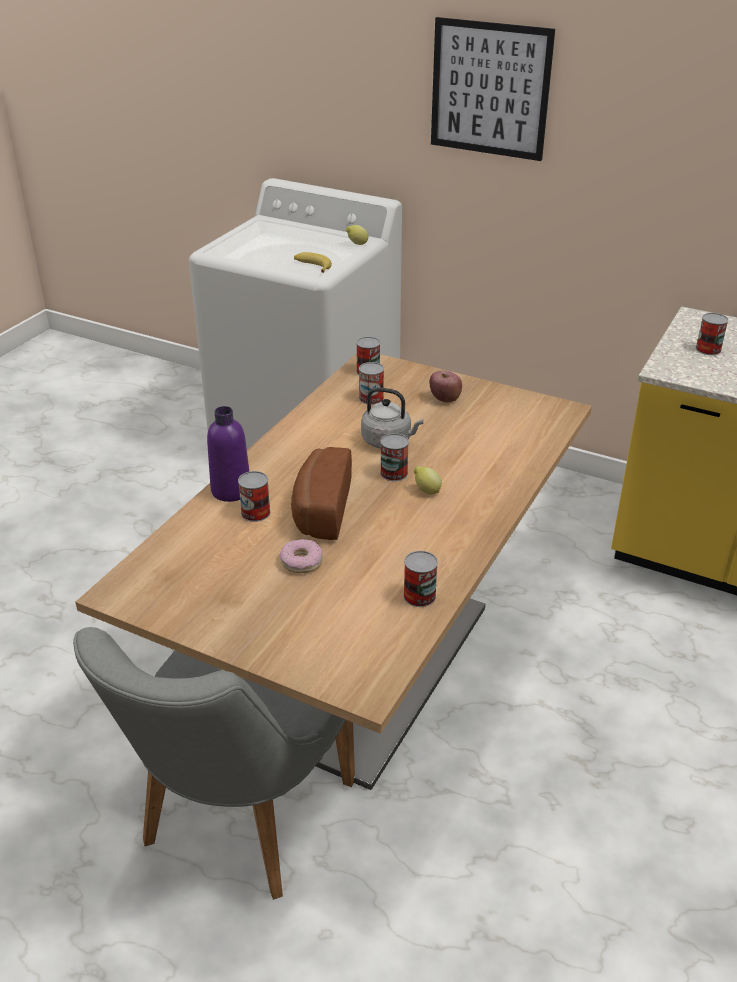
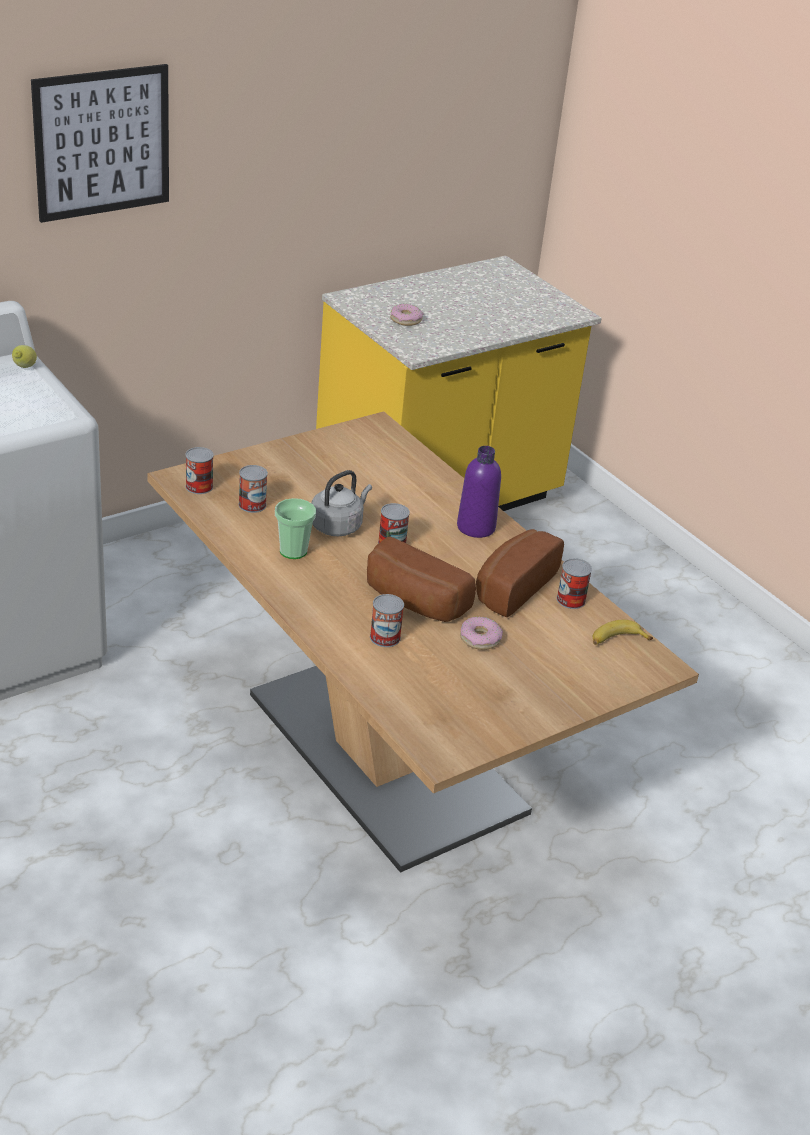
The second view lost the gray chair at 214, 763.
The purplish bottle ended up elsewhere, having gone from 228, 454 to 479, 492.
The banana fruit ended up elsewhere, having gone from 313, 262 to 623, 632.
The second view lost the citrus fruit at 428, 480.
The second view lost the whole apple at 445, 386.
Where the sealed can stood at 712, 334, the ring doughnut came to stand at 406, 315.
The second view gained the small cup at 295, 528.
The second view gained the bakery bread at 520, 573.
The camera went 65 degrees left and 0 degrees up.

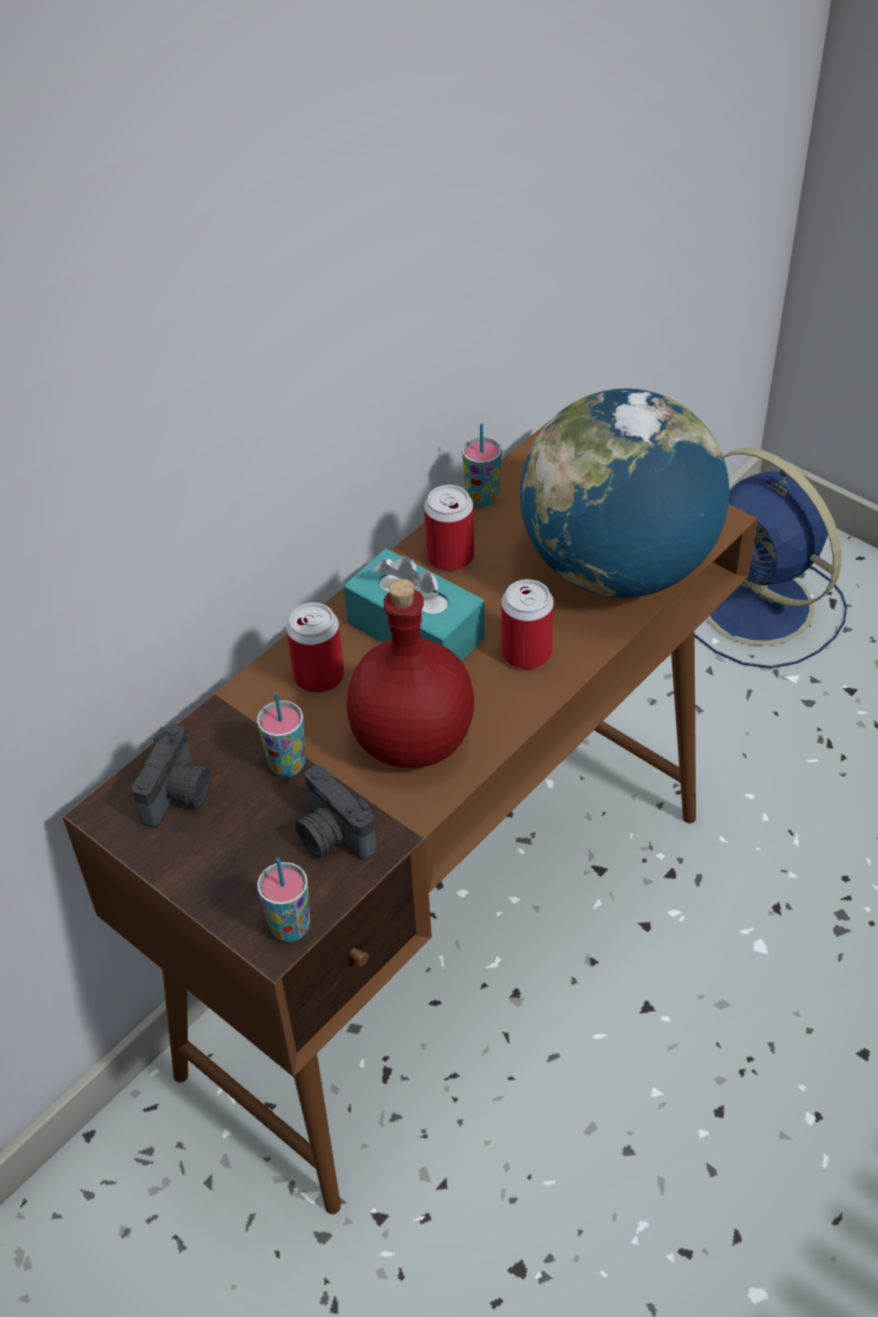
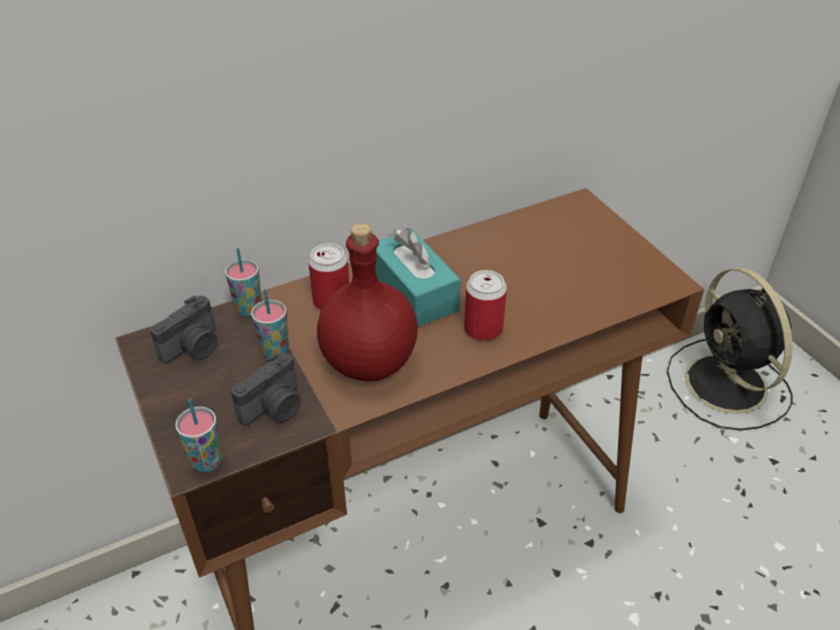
The photo camera at 336, 812 ended up facing another way, 120 degrees counterclockwise from before.
The second view lost the sealed can at 449, 528.
The small cup ended up elsewhere, having gone from 482, 465 to 243, 282.
The second view lost the globe at 624, 493.
What was the blue-coloured fan at 771, 558 turned into the blackish fan at 730, 349.
The camera went 20 degrees right and 5 degrees down.

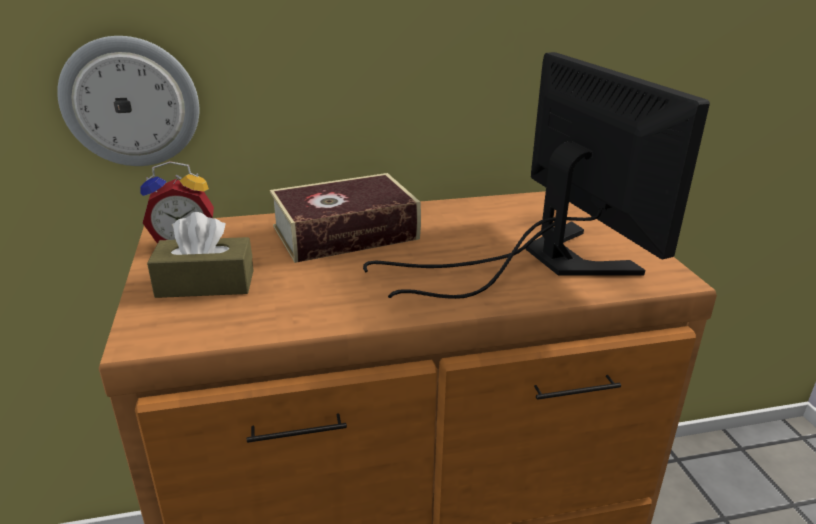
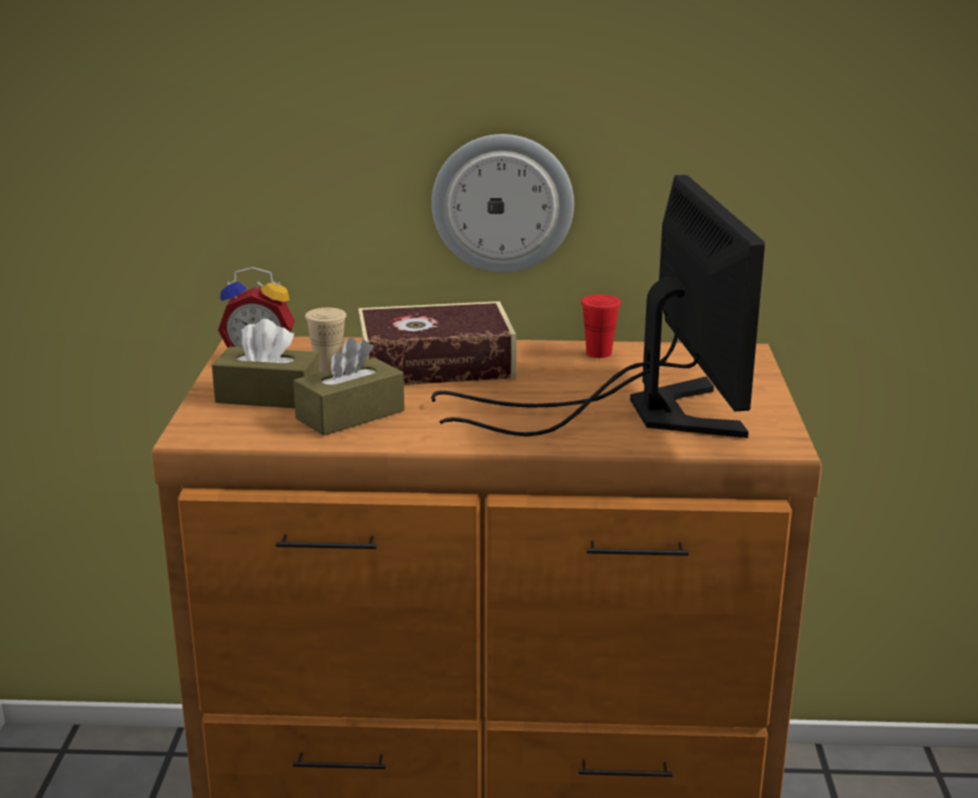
The wall clock ended up elsewhere, having gone from 128, 101 to 502, 203.
The second view gained the brownish tissue holder at 349, 386.
The second view gained the beige-coloured small cup at 326, 340.
The second view gained the red small cup at 601, 326.
The camera went 15 degrees right and 5 degrees down.

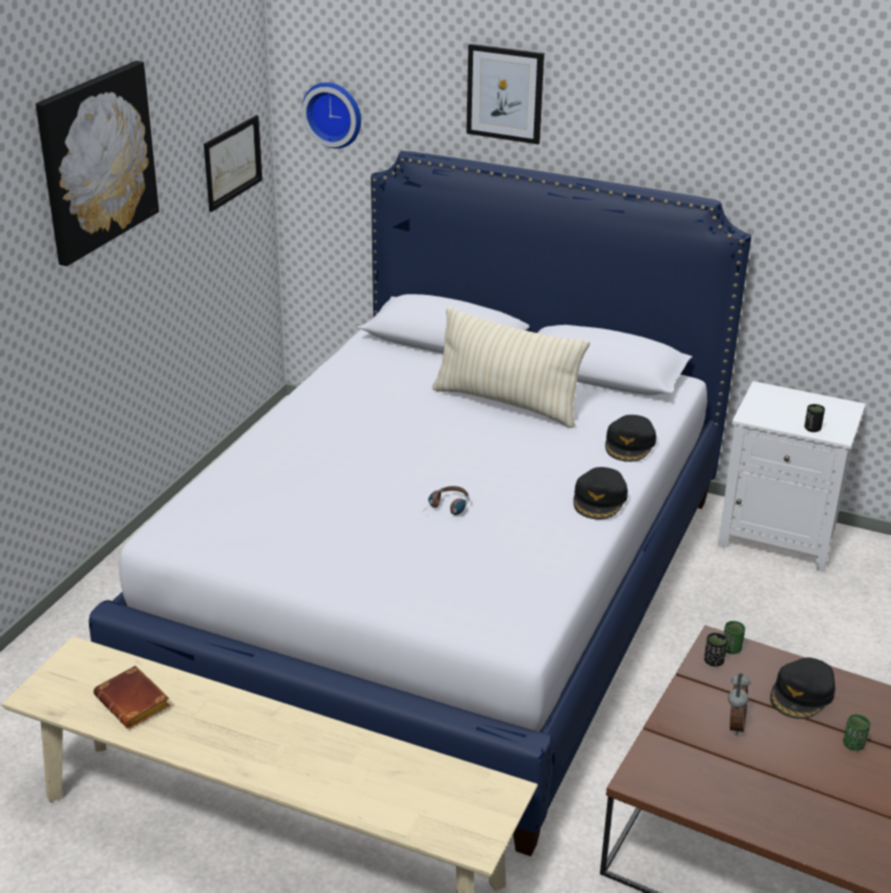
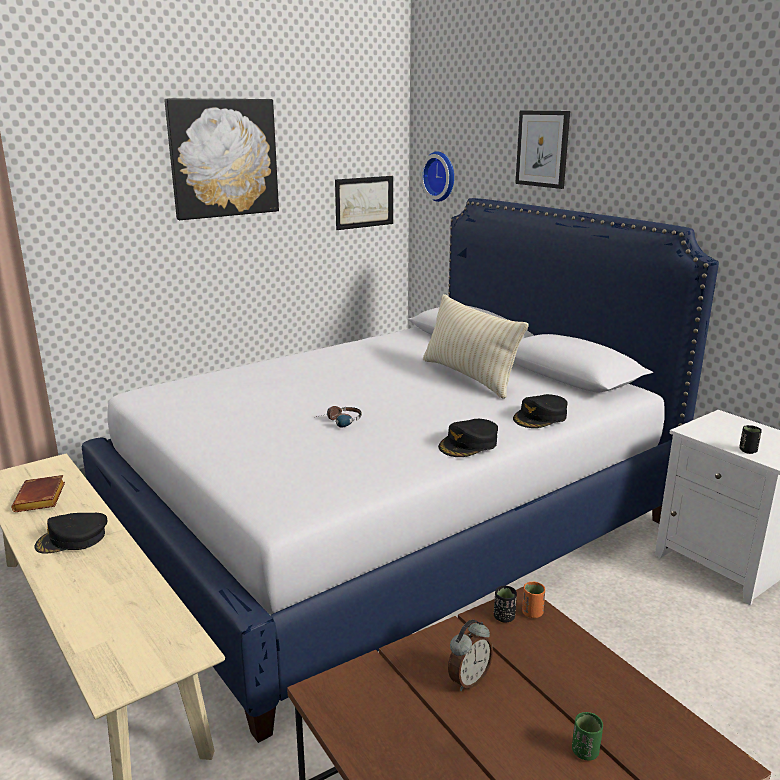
What was the green small cup at 734, 637 turned into the orange small cup at 533, 600.
The blackish baseball cap ended up elsewhere, having gone from 803, 688 to 70, 533.
The camera went 30 degrees right and 10 degrees down.

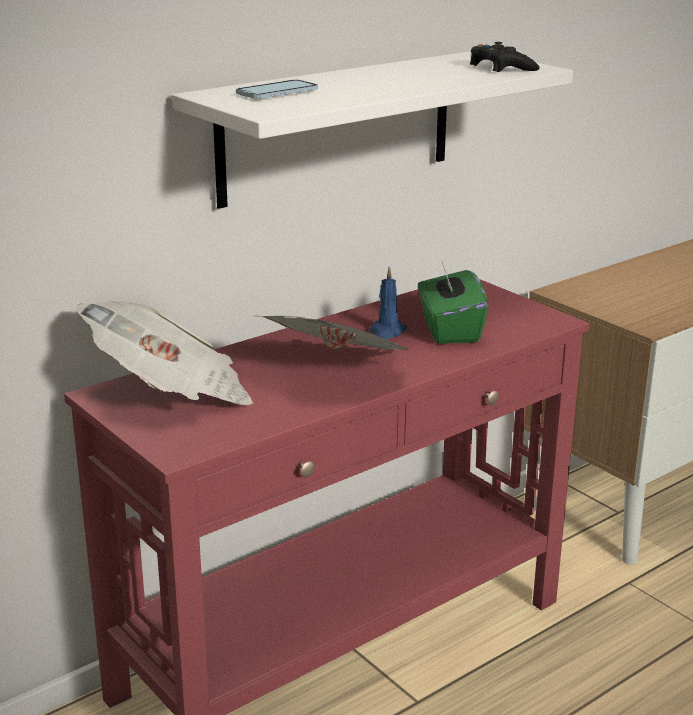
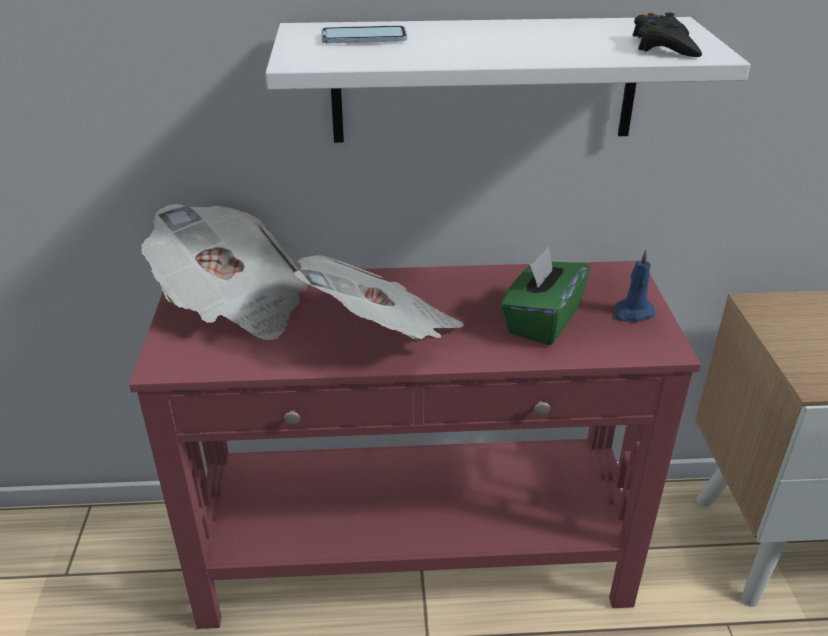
The blue-coloured wax light ended up elsewhere, having gone from 388, 302 to 635, 286.
The camera went 35 degrees right and 10 degrees up.

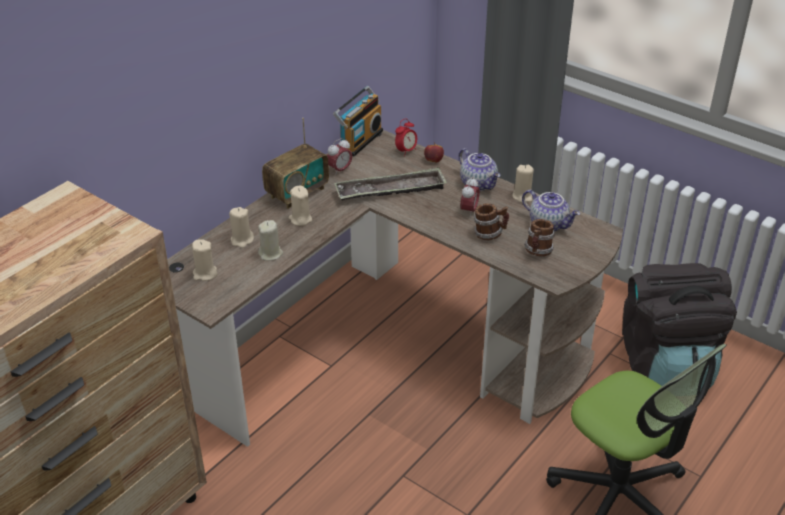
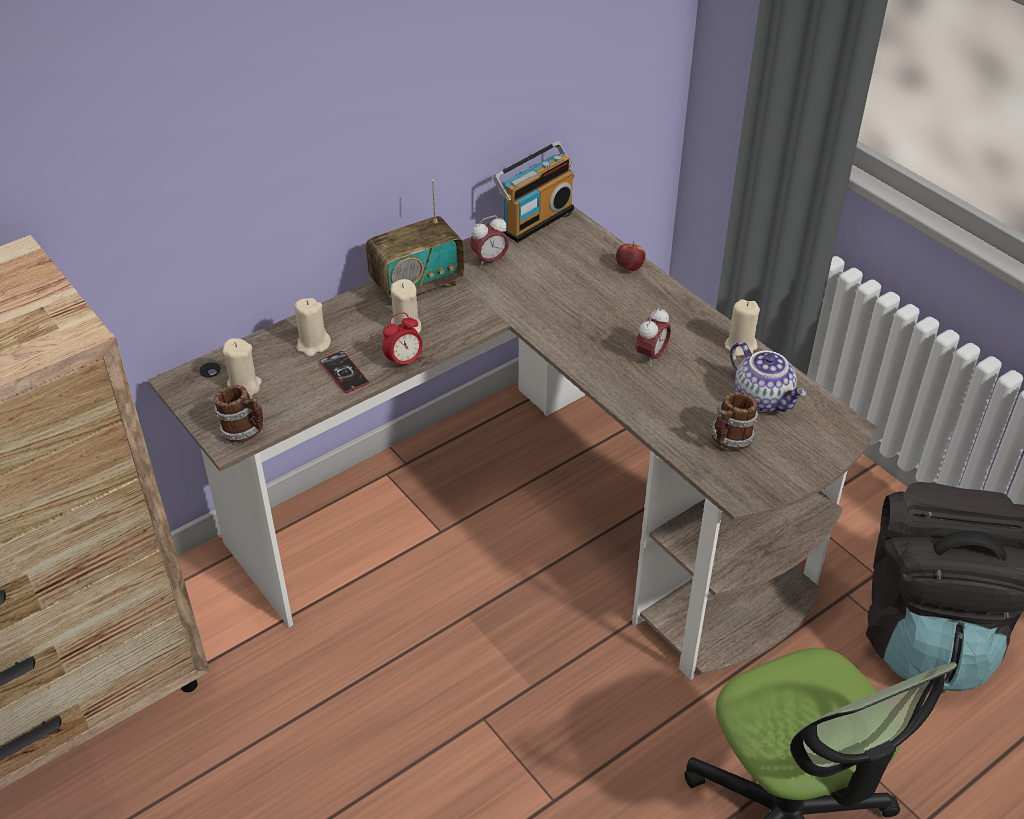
Where the beige-coloured wax light stood at 270, 240, the telephone came to stand at 344, 372.
The second view lost the serving tray at 390, 183.
The table clock ended up elsewhere, having gone from 406, 137 to 402, 341.
The second view lost the tea pot at 480, 169.
The tea mug ended up elsewhere, having gone from 491, 221 to 239, 414.
The camera went 15 degrees right and 5 degrees up.

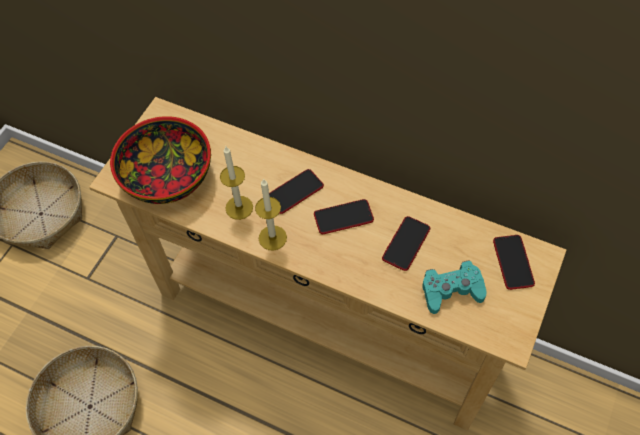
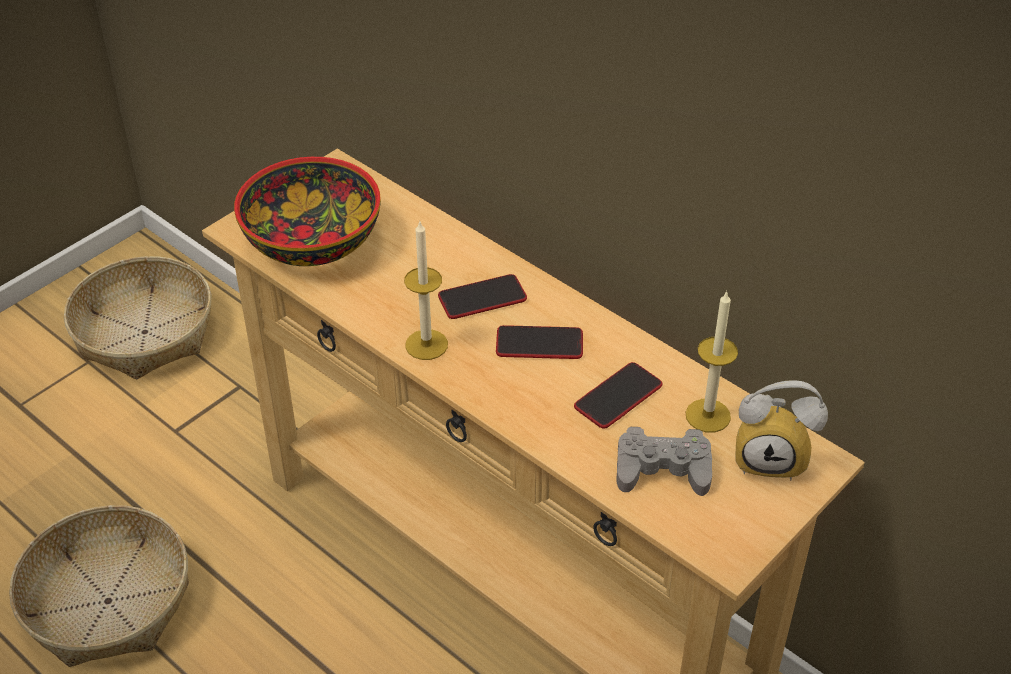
The wax light ended up elsewhere, having gone from 236, 183 to 712, 361.
What was the turquoise-coloured joypad at 454, 287 turned into the gray joypad at 664, 461.
Where the telephone stood at 514, 262, the table clock came to stand at 782, 430.
The camera went 15 degrees right and 15 degrees down.

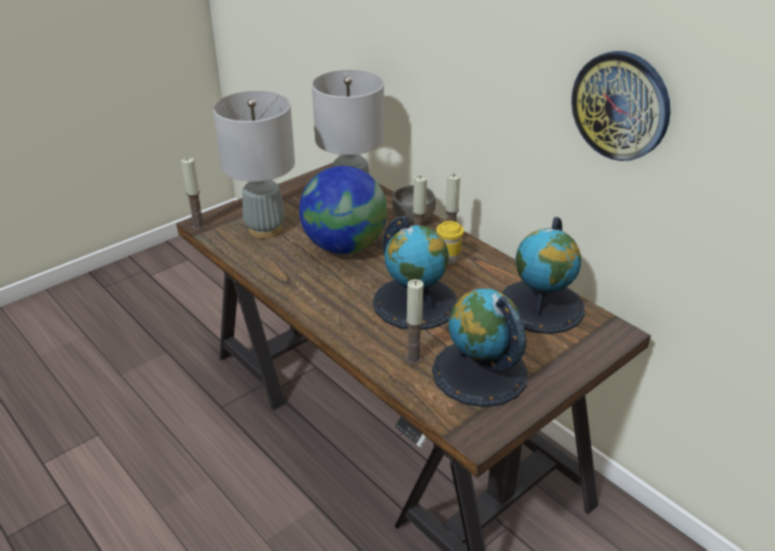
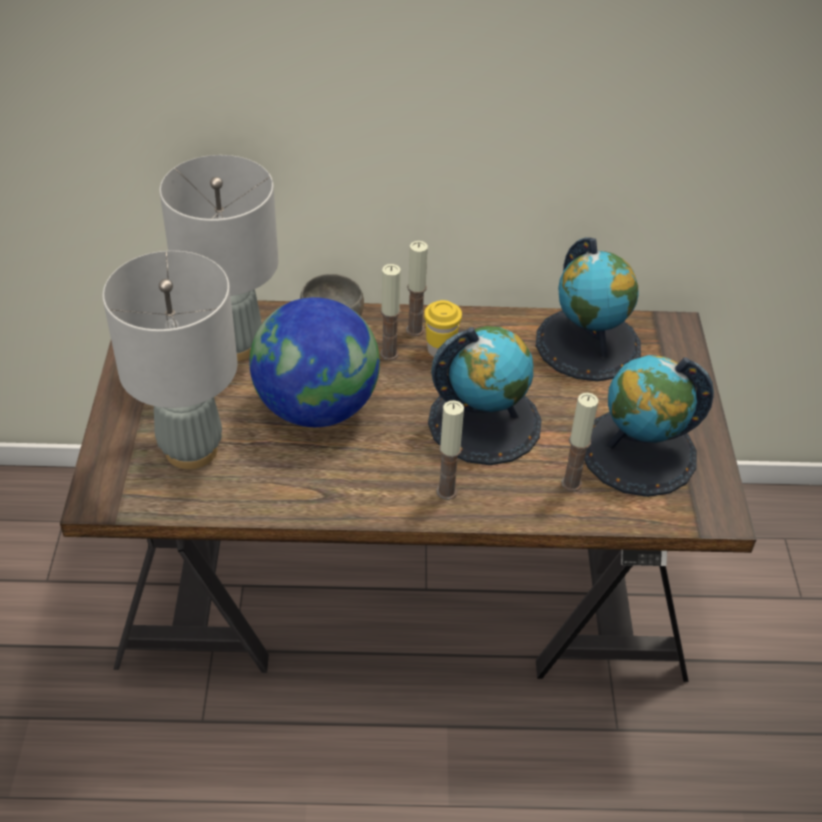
The wax light ended up elsewhere, having gone from 193, 193 to 450, 450.
The second view lost the wall clock at 621, 106.
The camera went 50 degrees left and 10 degrees up.

